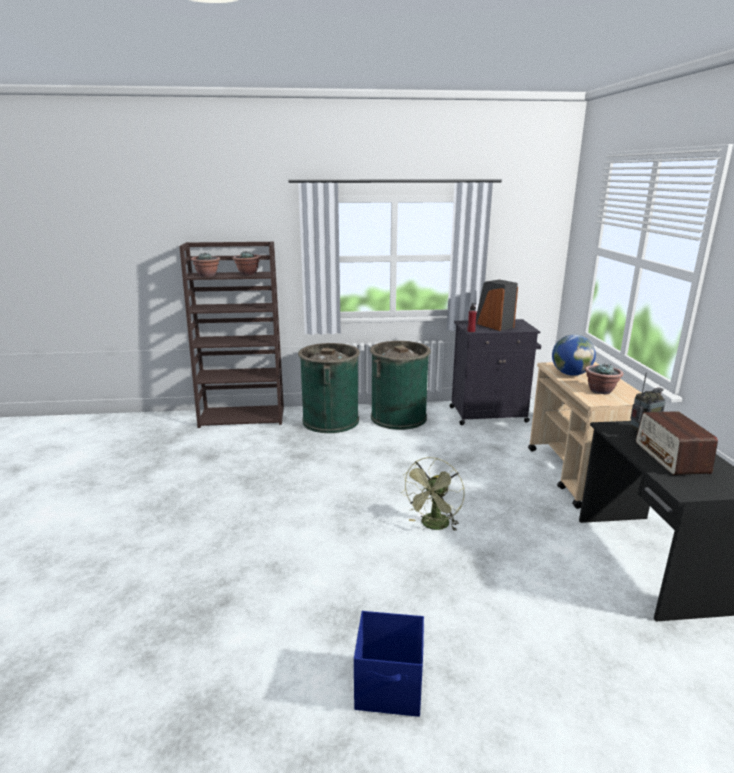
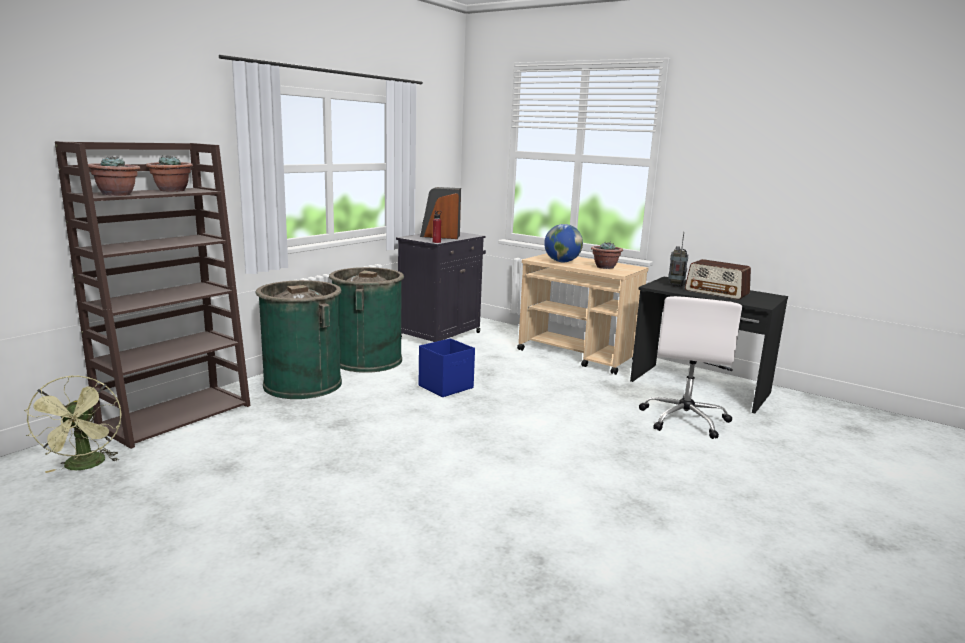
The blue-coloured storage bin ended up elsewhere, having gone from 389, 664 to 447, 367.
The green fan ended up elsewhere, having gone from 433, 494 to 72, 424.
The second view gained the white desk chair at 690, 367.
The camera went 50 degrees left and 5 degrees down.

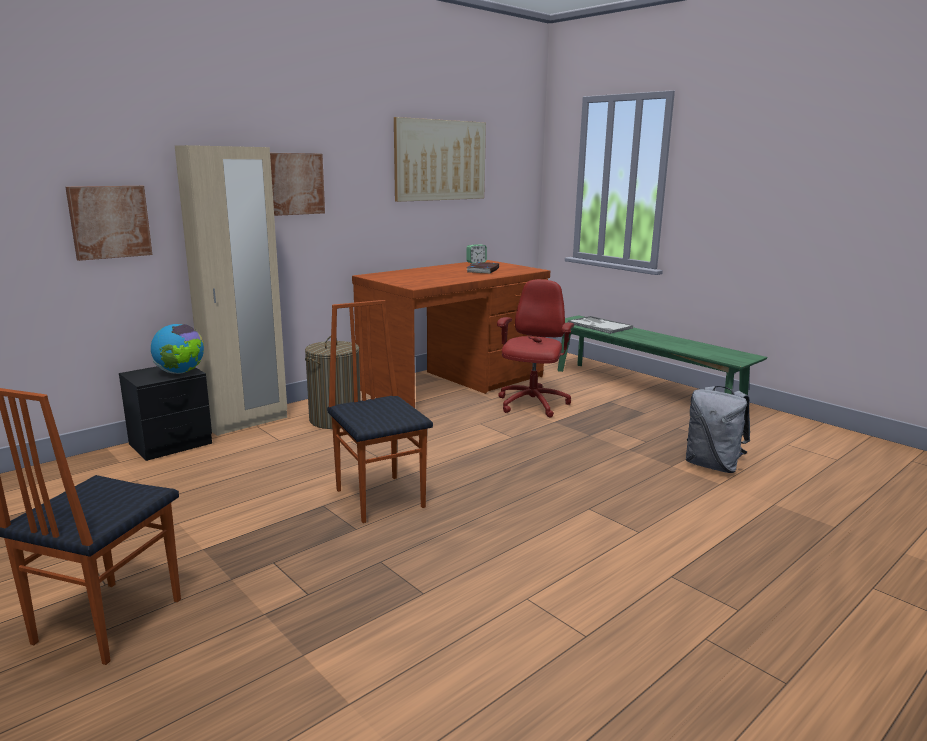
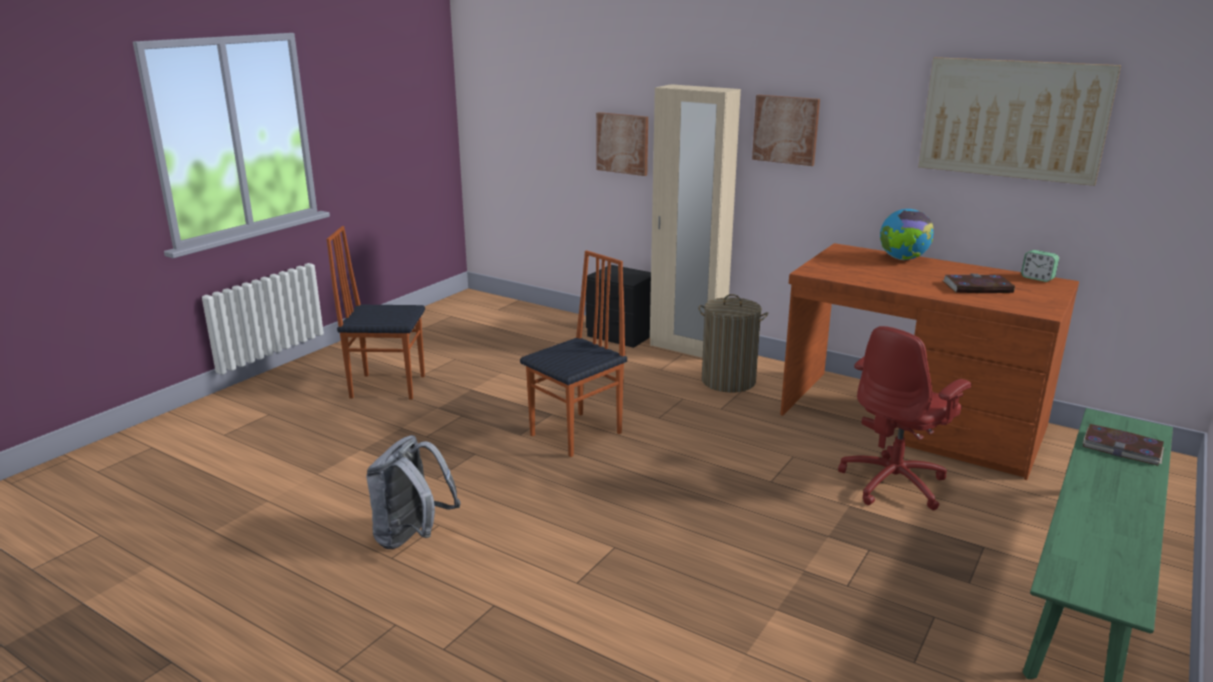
The globe ended up elsewhere, having gone from 177, 349 to 906, 234.
The red desk chair at 535, 348 ended up facing another way, 135 degrees clockwise from before.
Where the serving tray stood at 600, 325, the volume came to stand at 1123, 445.
The gray rucksack ended up elsewhere, having gone from 718, 429 to 413, 492.
The camera went 75 degrees right and 5 degrees up.

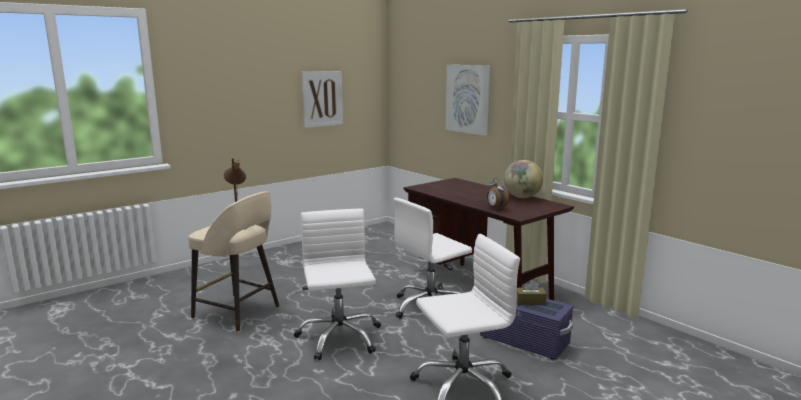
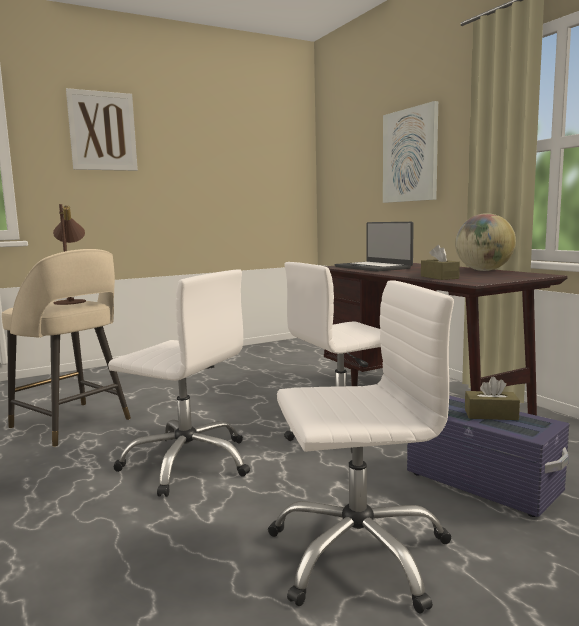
The white desk chair at 337, 284 ended up facing another way, 120 degrees clockwise from before.
The picture ended up elsewhere, having gone from 322, 99 to 102, 129.
Where the table clock stood at 498, 194, the brownish tissue holder came to stand at 440, 262.
The second view gained the portable computer at 374, 247.
The camera went 10 degrees right and 5 degrees down.

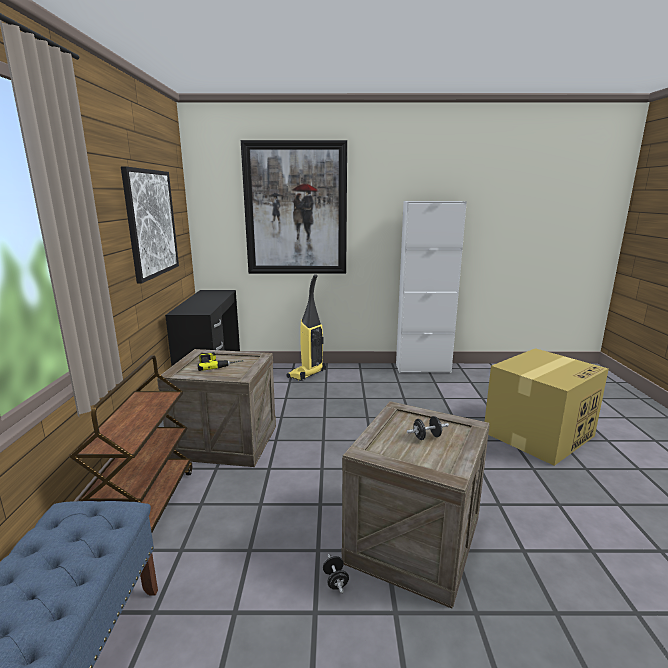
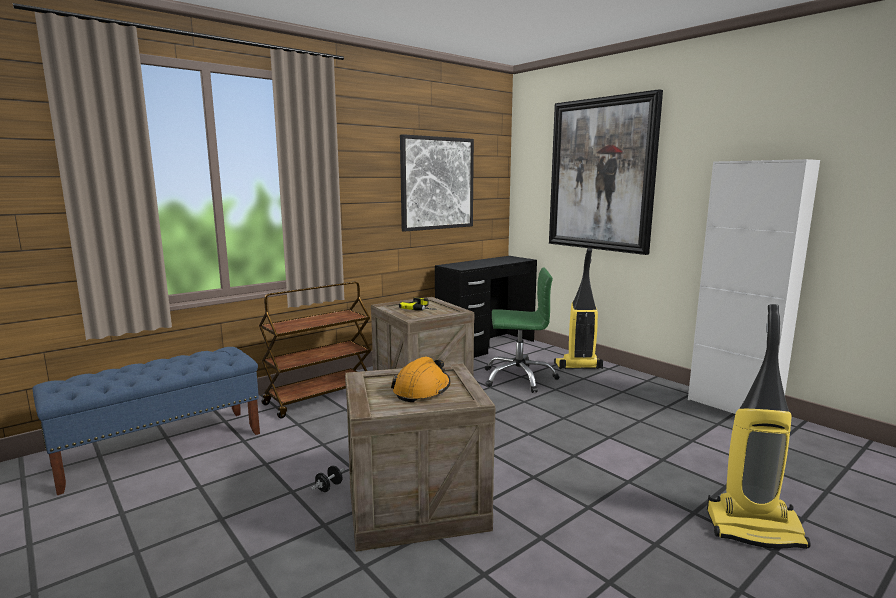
Where the blackish free weight stood at 428, 428, the orange safety helmet came to stand at 421, 379.
Where the cardboard box stood at 547, 407, the vacuum cleaner came to stand at 759, 426.
The second view gained the green desk chair at 522, 330.
The camera went 50 degrees right and 5 degrees down.

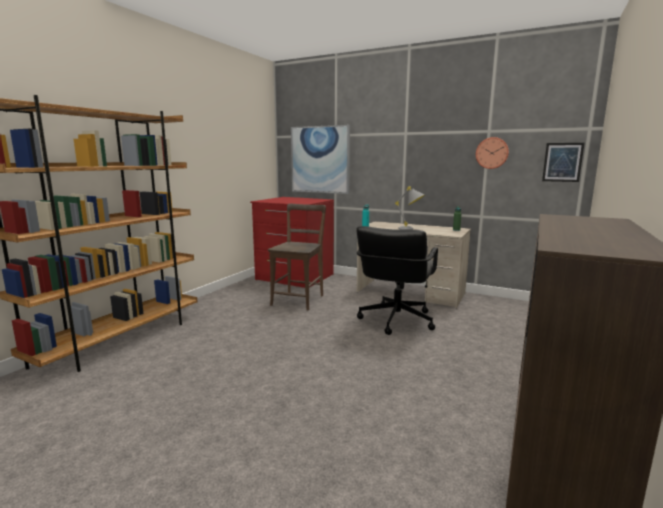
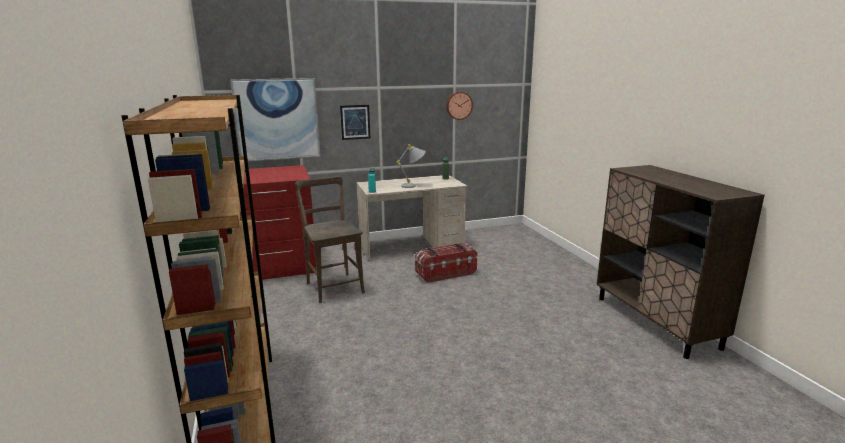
Where the blackish desk chair stood at 397, 280, the storage bin came to stand at 446, 263.
The picture ended up elsewhere, having gone from 563, 162 to 355, 122.
The camera went 45 degrees left and 5 degrees up.

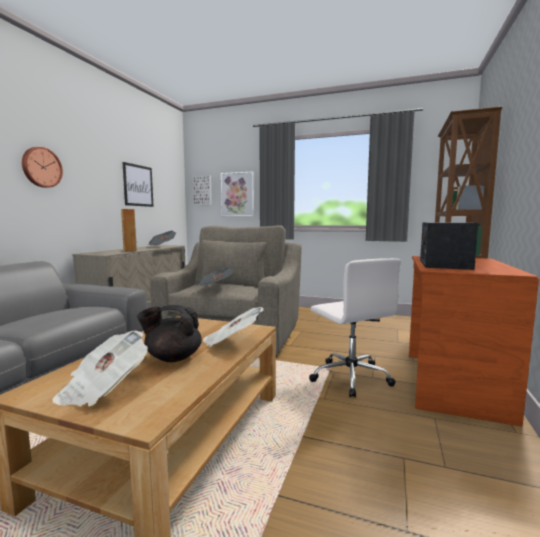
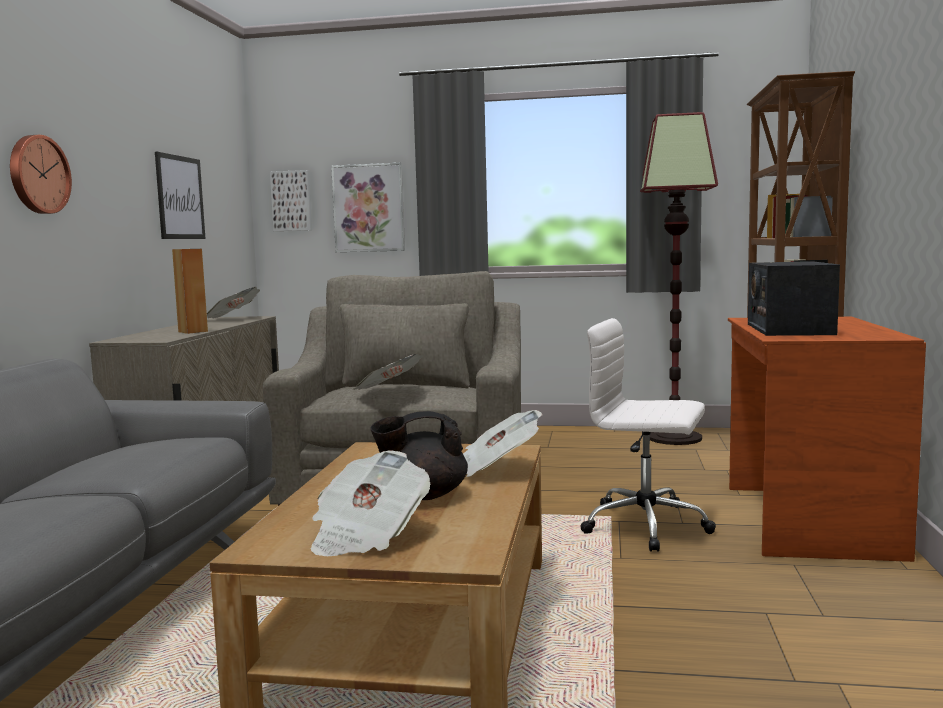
The white desk chair at 355, 328 ended up facing another way, 150 degrees clockwise from before.
The second view gained the standard lamp at 679, 278.
The camera went 10 degrees left and 0 degrees up.

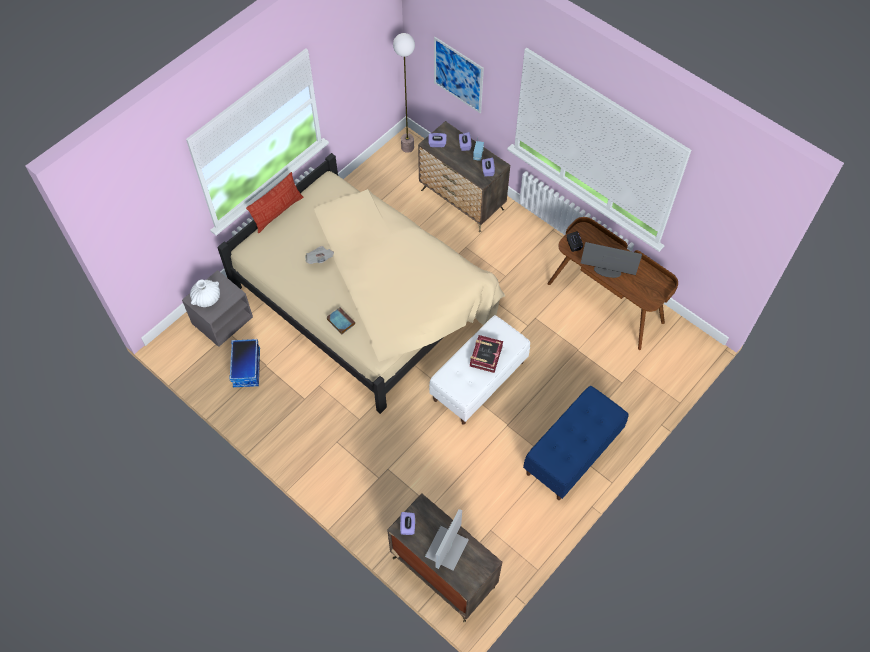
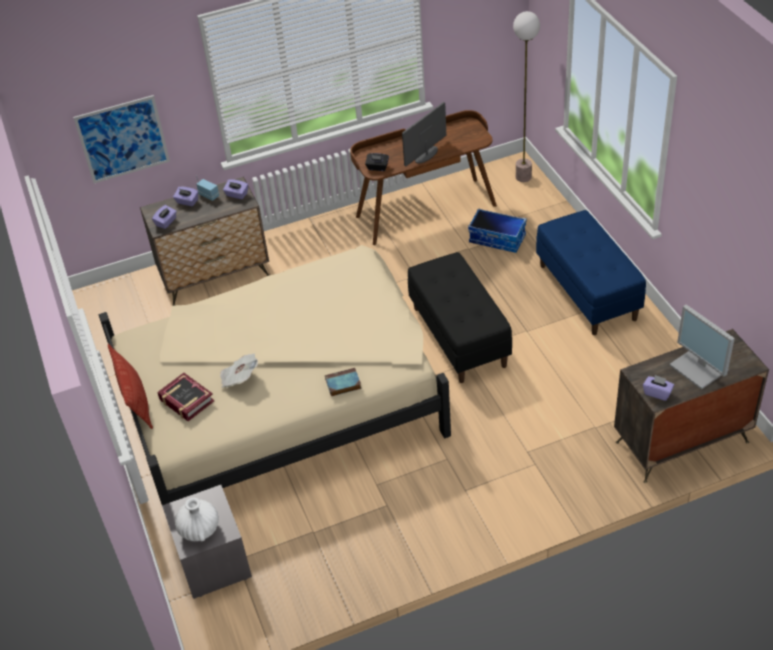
The storage bin ended up elsewhere, having gone from 244, 363 to 497, 230.
The standard lamp ended up elsewhere, having gone from 404, 93 to 526, 96.
What was the white bench at 479, 370 turned into the blackish bench at 460, 317.
The volume ended up elsewhere, having gone from 486, 354 to 185, 397.
The camera went 60 degrees left and 15 degrees down.

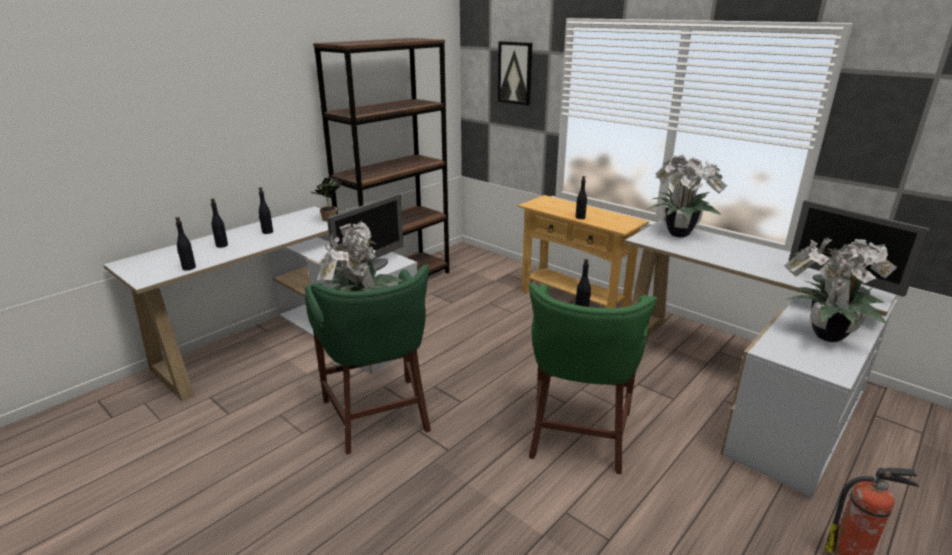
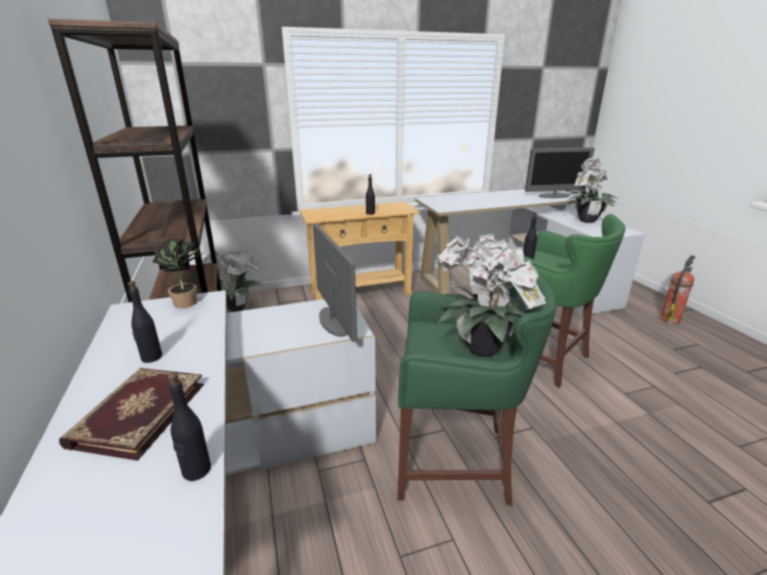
Where the blackish bottle stood at 219, 223, the volume came to stand at 131, 414.
The second view lost the picture at 515, 73.
The plant in a pot ended up elsewhere, having gone from 686, 195 to 232, 281.
The camera went 60 degrees left and 0 degrees up.

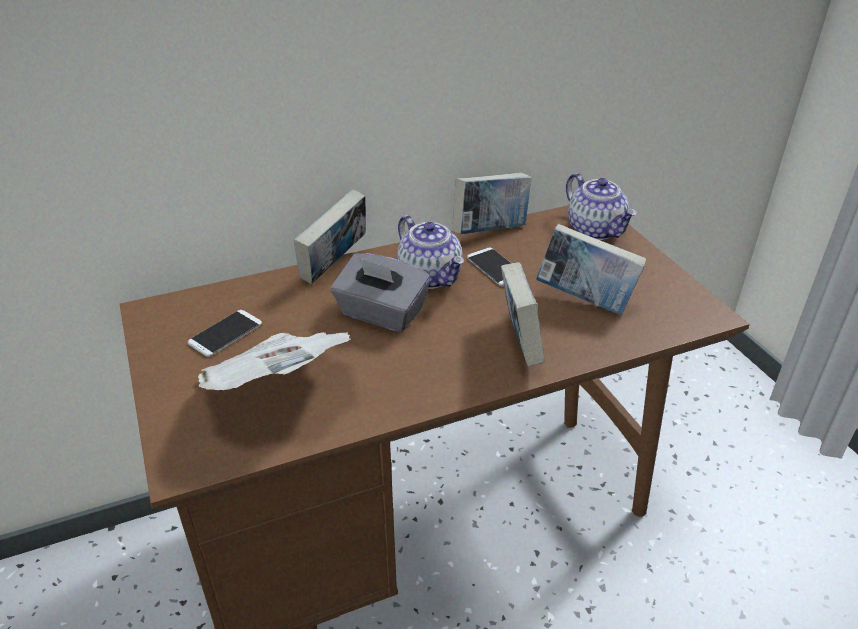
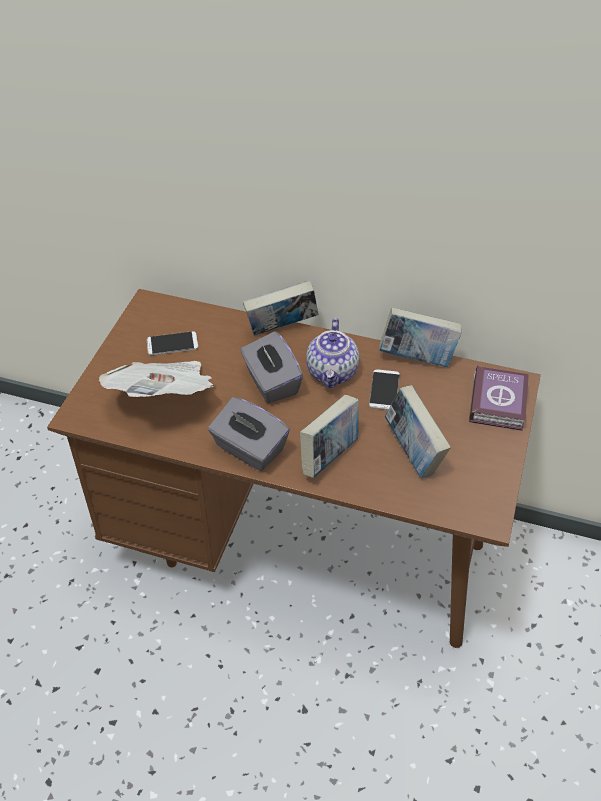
Where the tea pot stood at 601, 206, the volume came to stand at 499, 398.
The second view gained the gray tissue holder at 249, 434.
The camera went 40 degrees right and 10 degrees up.

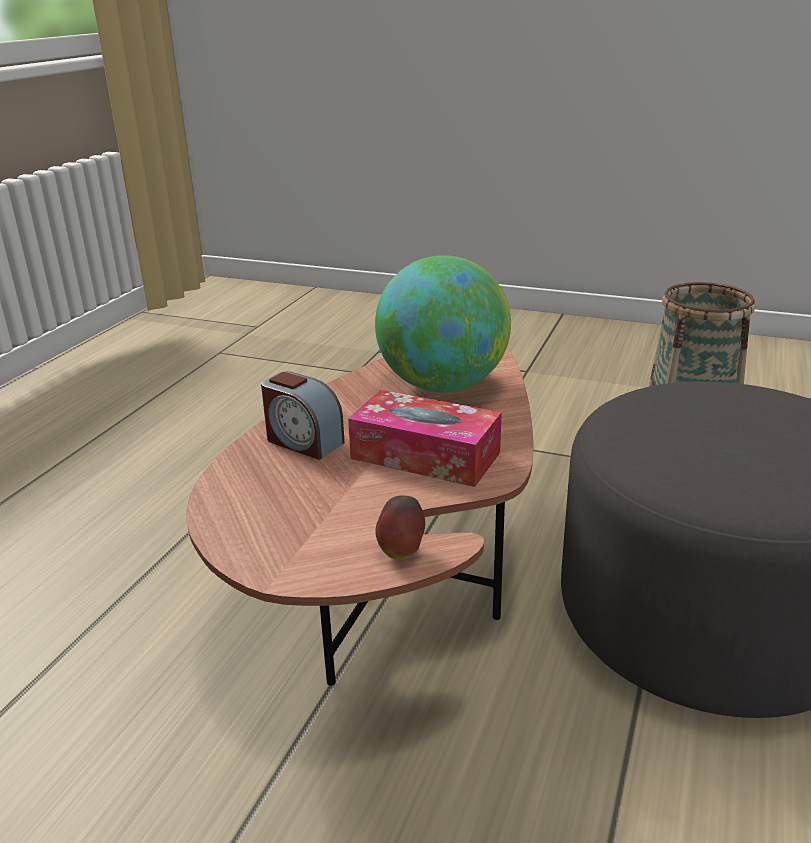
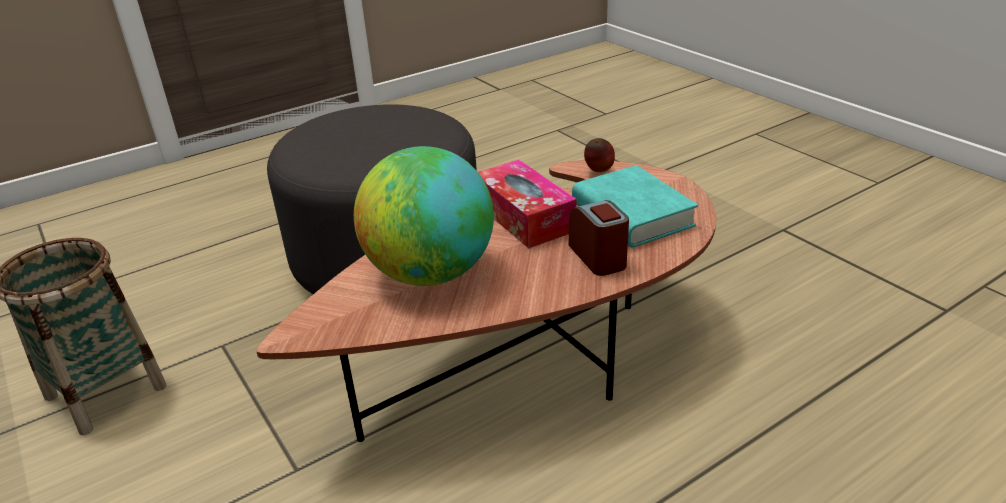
The second view gained the turquoise-coloured volume at 635, 206.
The camera went 145 degrees left and 5 degrees up.

